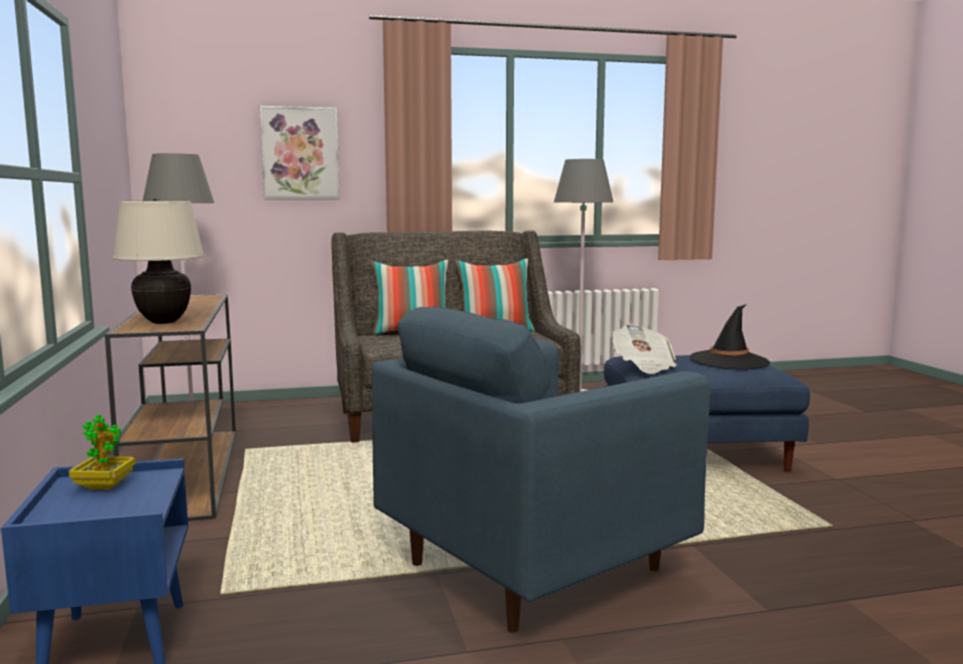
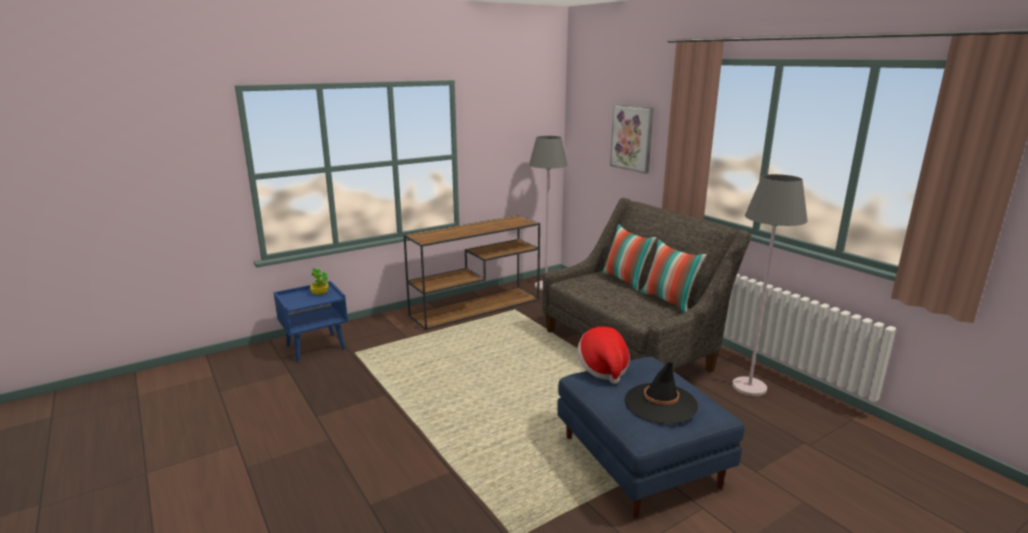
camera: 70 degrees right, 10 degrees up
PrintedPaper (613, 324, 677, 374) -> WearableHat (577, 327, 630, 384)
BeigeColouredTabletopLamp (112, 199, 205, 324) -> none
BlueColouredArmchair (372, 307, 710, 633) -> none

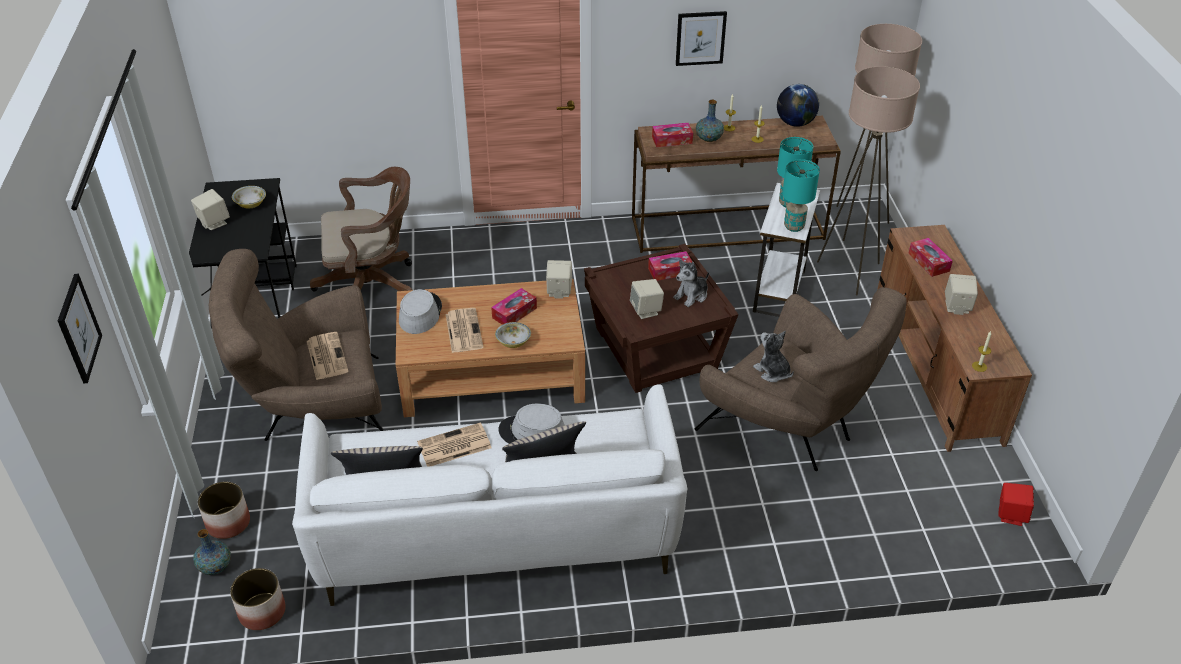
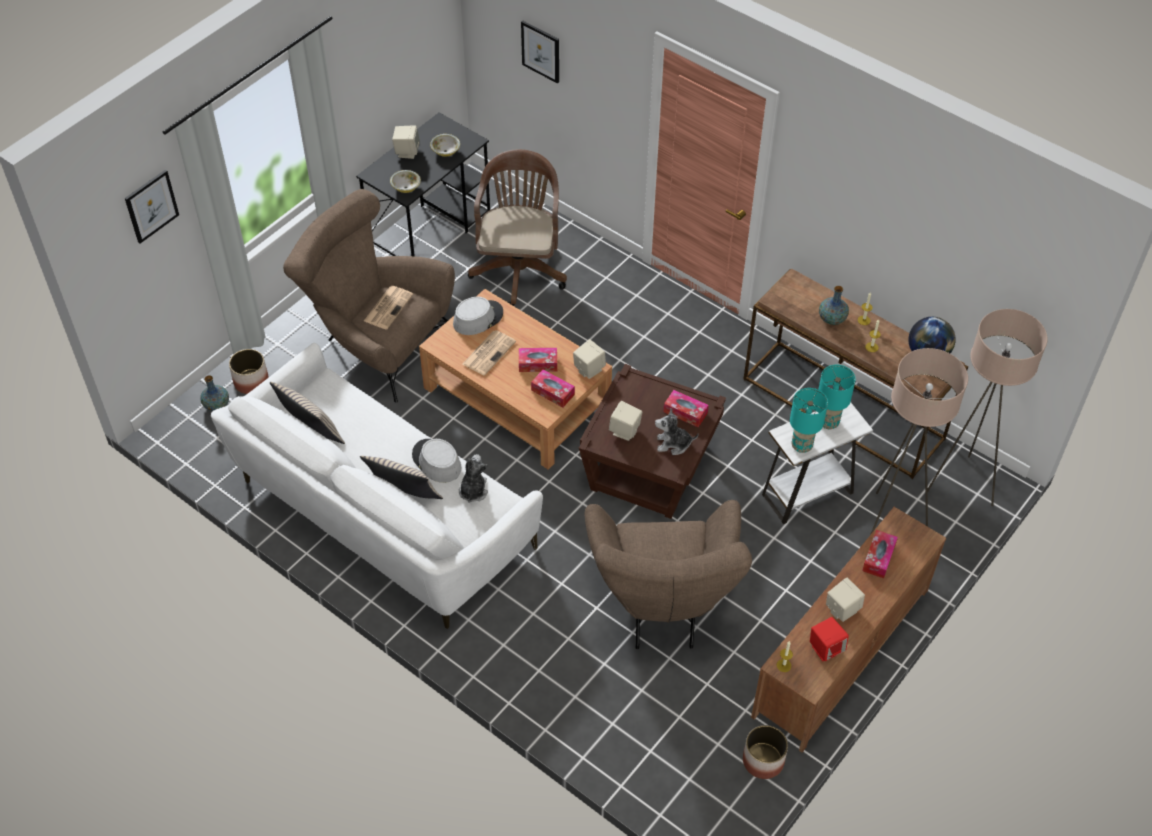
camera: 45 degrees right, 10 degrees up
ServingBowl (495, 322, 531, 348) -> ServingBowl (390, 170, 421, 193), relocated
SoftToy (753, 331, 794, 382) -> SoftToy (459, 454, 488, 503), relocated
BrownOfficeChair (310, 167, 412, 292) -> BrownOfficeChair (468, 149, 567, 306), 120 degrees counterclockwise
Picture (676, 11, 727, 66) -> Picture (521, 21, 559, 84), relocated
TissueBox (652, 123, 693, 147) -> TissueBox (531, 369, 575, 408), relocated
Planter (230, 568, 286, 630) -> Planter (743, 725, 788, 779), relocated
RedAudioSpeaker (999, 483, 1034, 526) -> RedAudioSpeaker (810, 617, 849, 661), relocated
PrintedPaper (417, 423, 492, 467) -> none

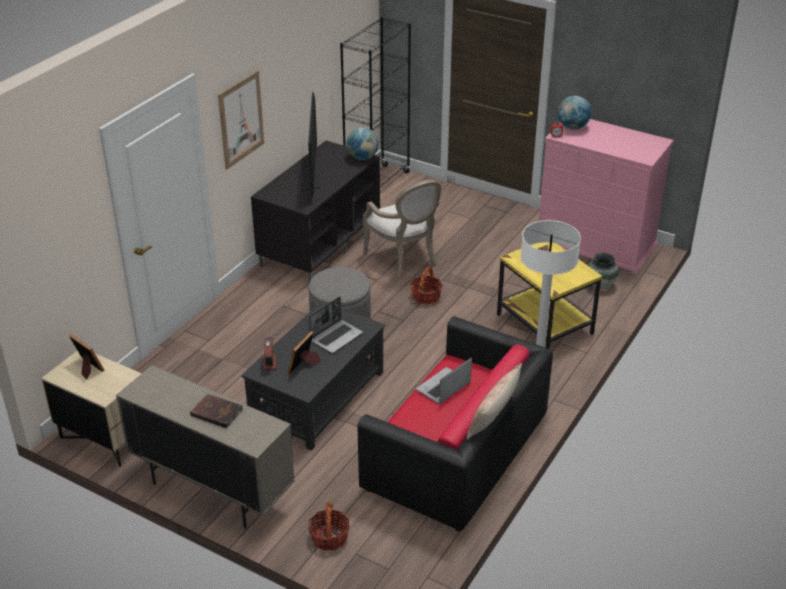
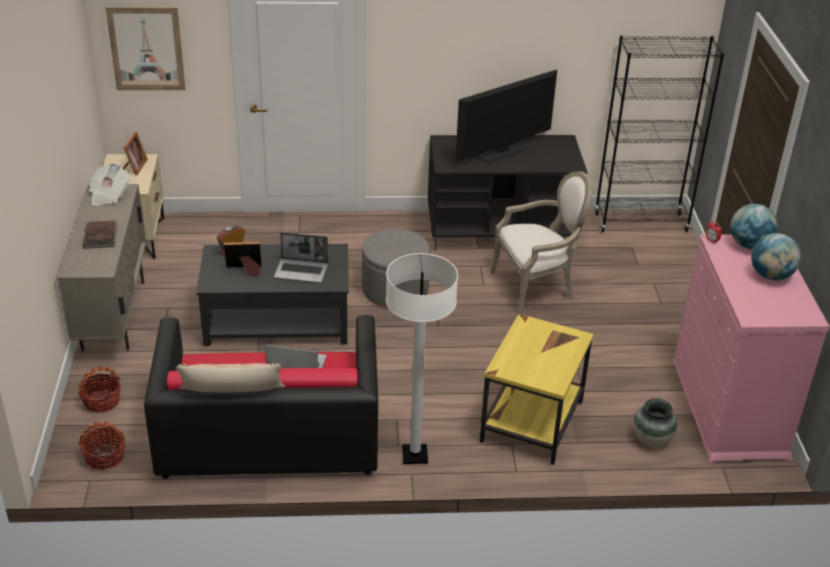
camera: 55 degrees right, 0 degrees up
Basket (411, 267, 443, 305) -> Basket (78, 422, 126, 470), relocated
none -> PrintedPaper (89, 163, 130, 205)
Picture (218, 70, 264, 170) -> Picture (106, 7, 185, 90), relocated
Armchair (363, 179, 441, 278) -> Armchair (490, 171, 593, 316), 135 degrees counterclockwise
Globe (346, 127, 379, 160) -> Globe (751, 233, 801, 281), relocated

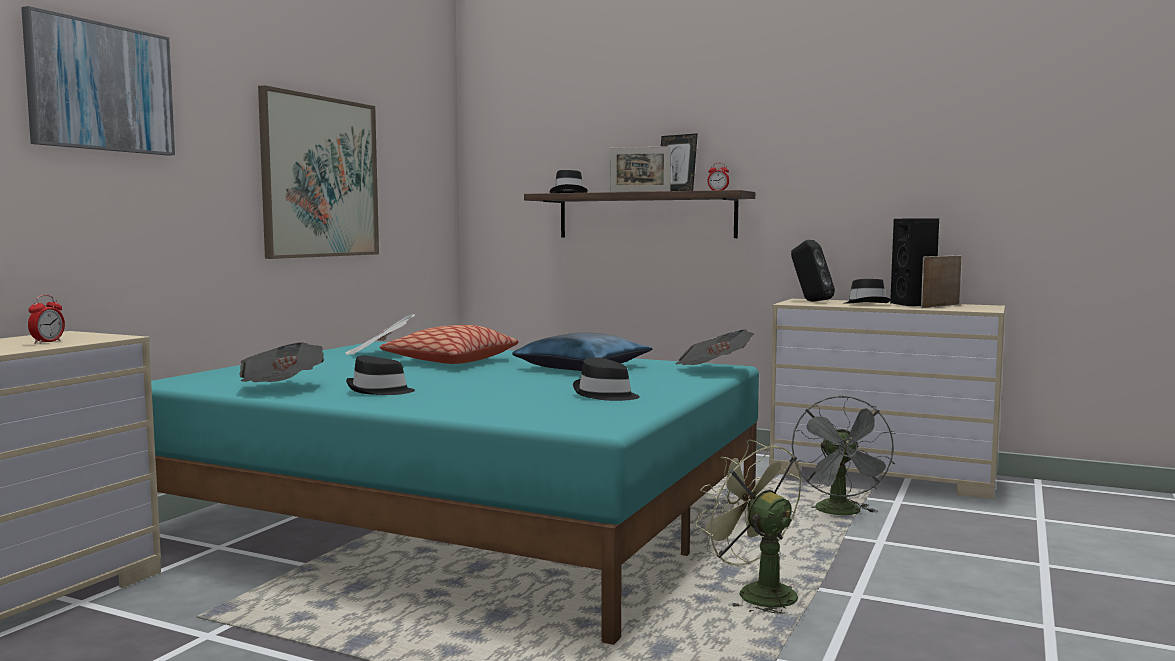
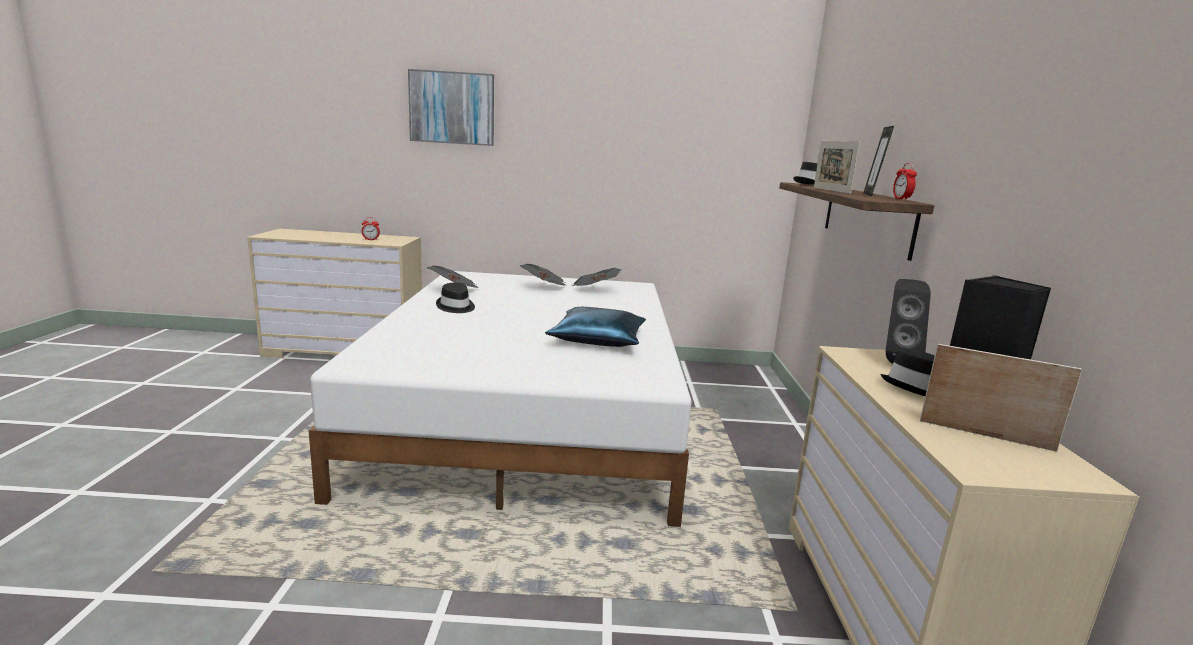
camera: 65 degrees right, 10 degrees up
TurquoiseColouredBedroomBed (151, 341, 759, 645) -> WhitishBedroomBed (308, 271, 692, 527)
PrintedPaper (675, 329, 754, 365) -> PrintedPaper (520, 264, 566, 285), relocated
Picture (258, 85, 379, 259) -> none
Pillow (380, 325, 519, 364) -> none
BlackishWearableHat (573, 357, 640, 401) -> none
GreenColouredCoolingFan (695, 440, 802, 614) -> none
GrayCoolingFan (792, 395, 895, 515) -> none

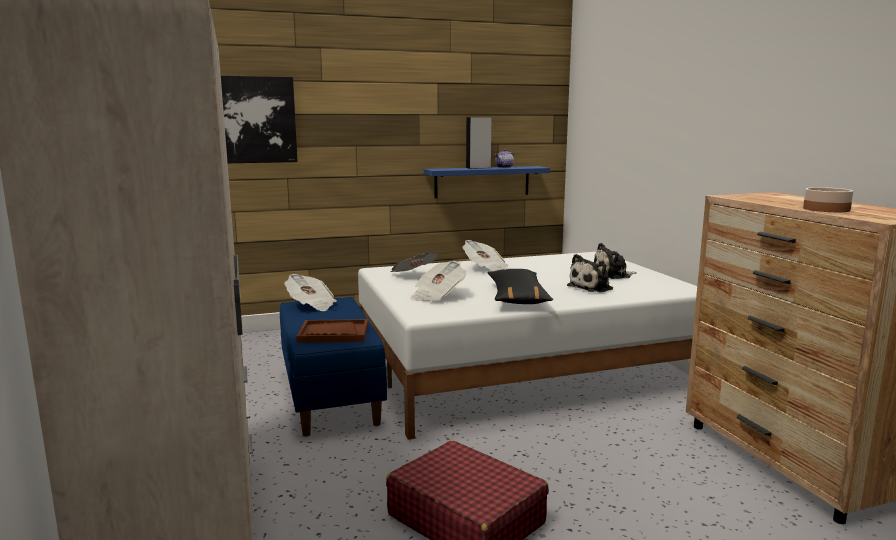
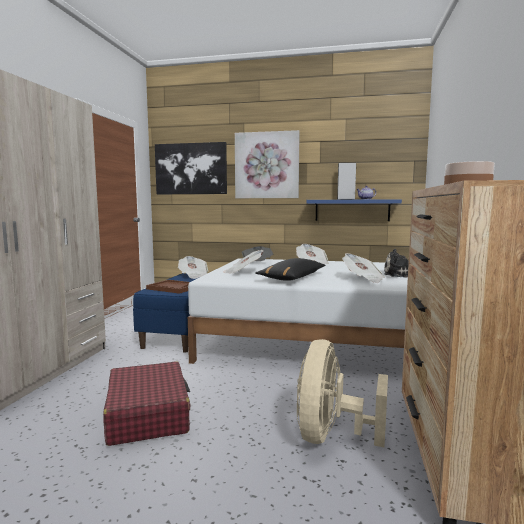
camera: 30 degrees right, 5 degrees down
none -> Picture (235, 130, 300, 198)
none -> BeigeColouredCoolingFan (297, 339, 388, 447)
SoftToy (567, 254, 613, 293) -> PrintedPaper (342, 253, 385, 283)

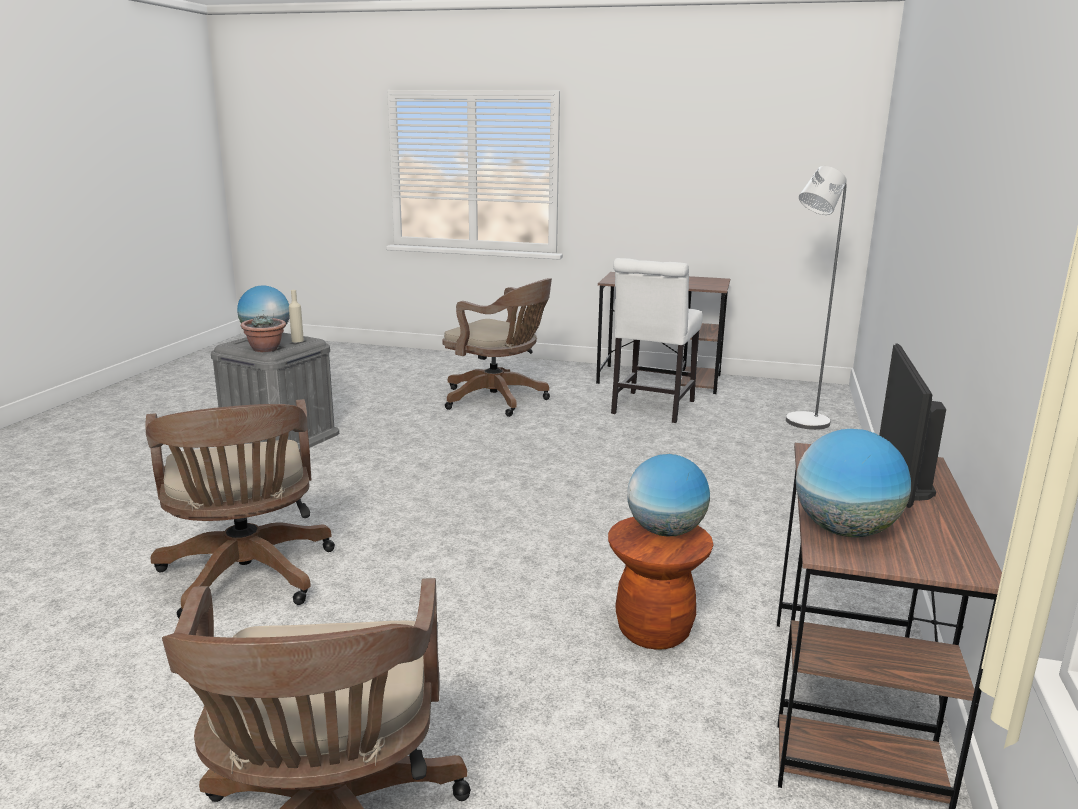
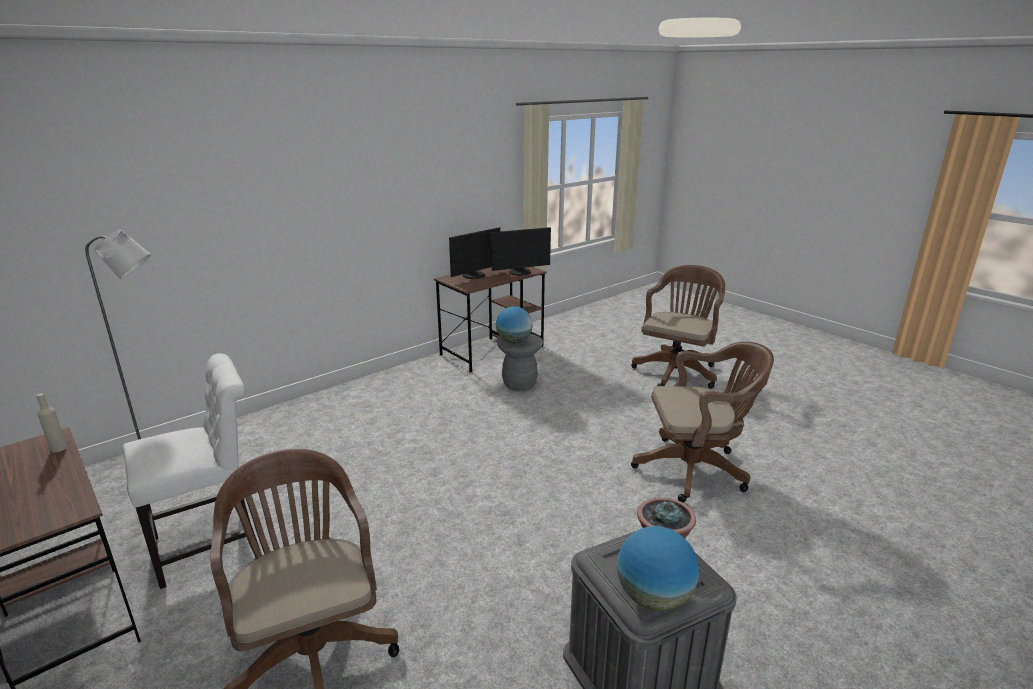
camera: 145 degrees left, 5 degrees up
BeigeColouredDrinkBottle (289, 290, 304, 342) -> BeigeColouredDrinkBottle (36, 393, 67, 452), relocated
Globe (796, 429, 911, 537) -> ComputerScreen (491, 227, 551, 276)
BrownStool (608, 517, 713, 650) -> GrayStool (497, 334, 543, 391)
BrownOfficeChair (146, 399, 335, 618) -> BrownOfficeChair (631, 342, 774, 503), 75 degrees clockwise

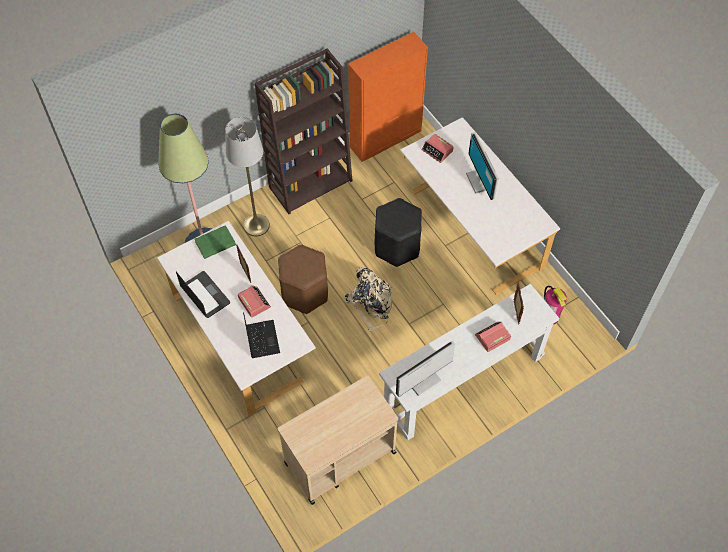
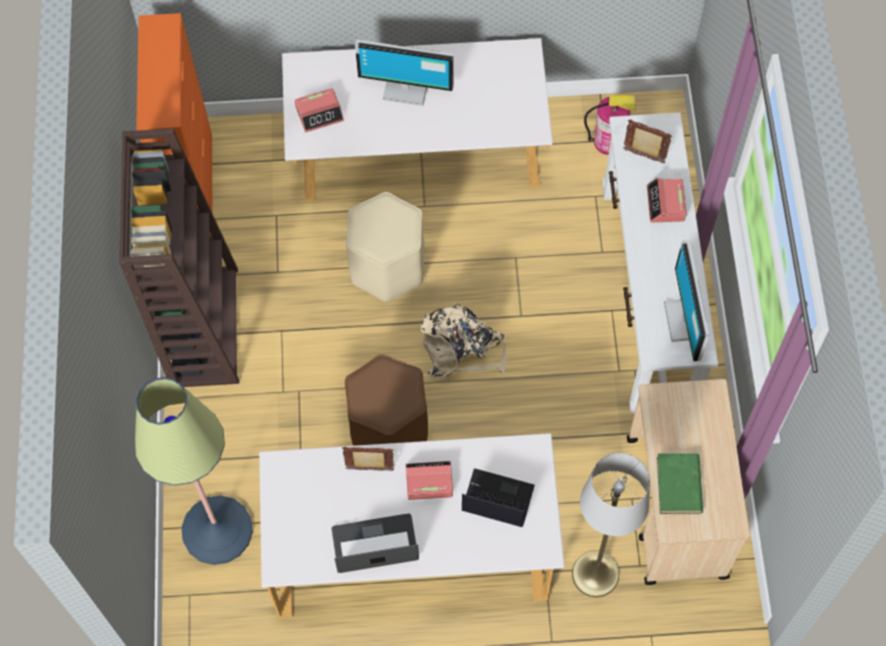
camera: 60 degrees left, 5 degrees up
BlackishStool (375, 198, 422, 267) -> BeigeColouredStool (346, 192, 424, 302)
GrayStandardLamp (225, 117, 270, 236) -> GrayStandardLamp (572, 453, 650, 597), relocated
GreenColouredBook (194, 225, 236, 259) -> GreenColouredBook (657, 453, 703, 514), relocated

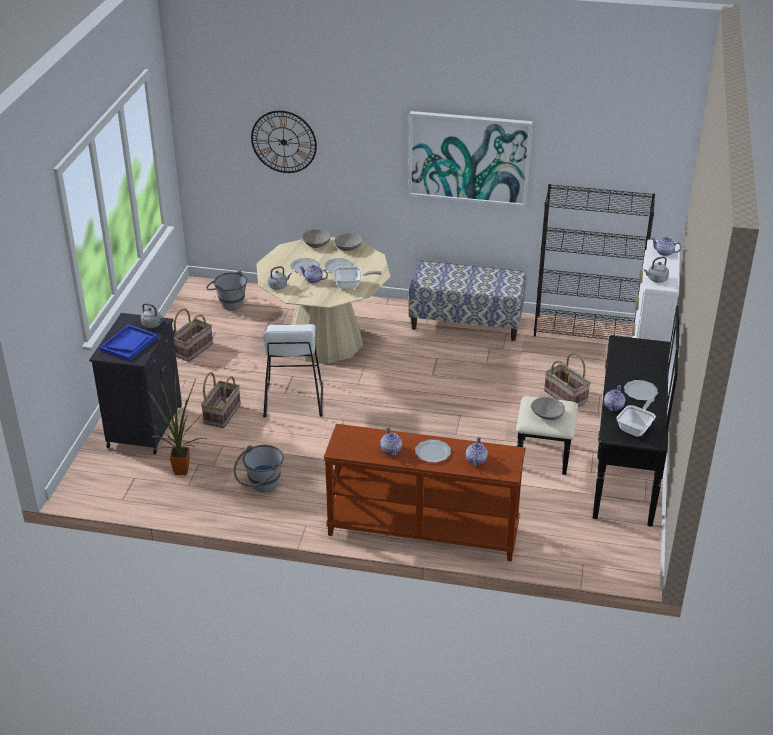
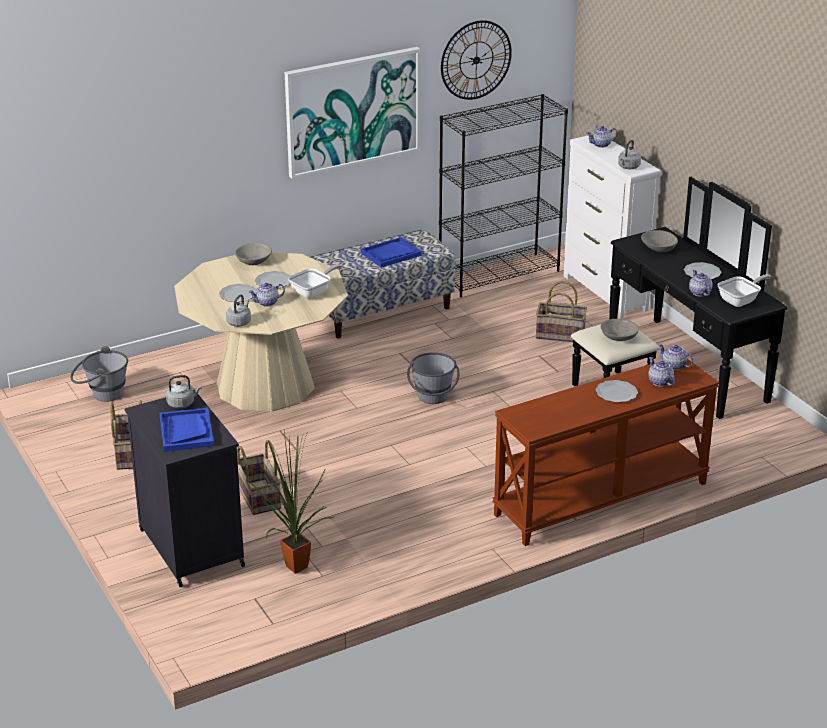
camera: 40 degrees left, 5 degrees down
none -> BlueColouredServingTray (361, 237, 421, 268)
GrayBucket (234, 445, 284, 492) -> GrayBucket (407, 352, 460, 404), relocated
WallClock (251, 111, 317, 173) -> WallClock (441, 20, 512, 100), relocated
GrayServingBowl (302, 229, 331, 248) -> GrayServingBowl (641, 230, 678, 252), relocated
PotForTea (380, 427, 402, 456) -> PotForTea (658, 344, 694, 370), relocated
Skillet (617, 397, 656, 437) -> Skillet (717, 274, 771, 307), 60 degrees clockwise
WhitishStool (263, 324, 323, 417) -> none

